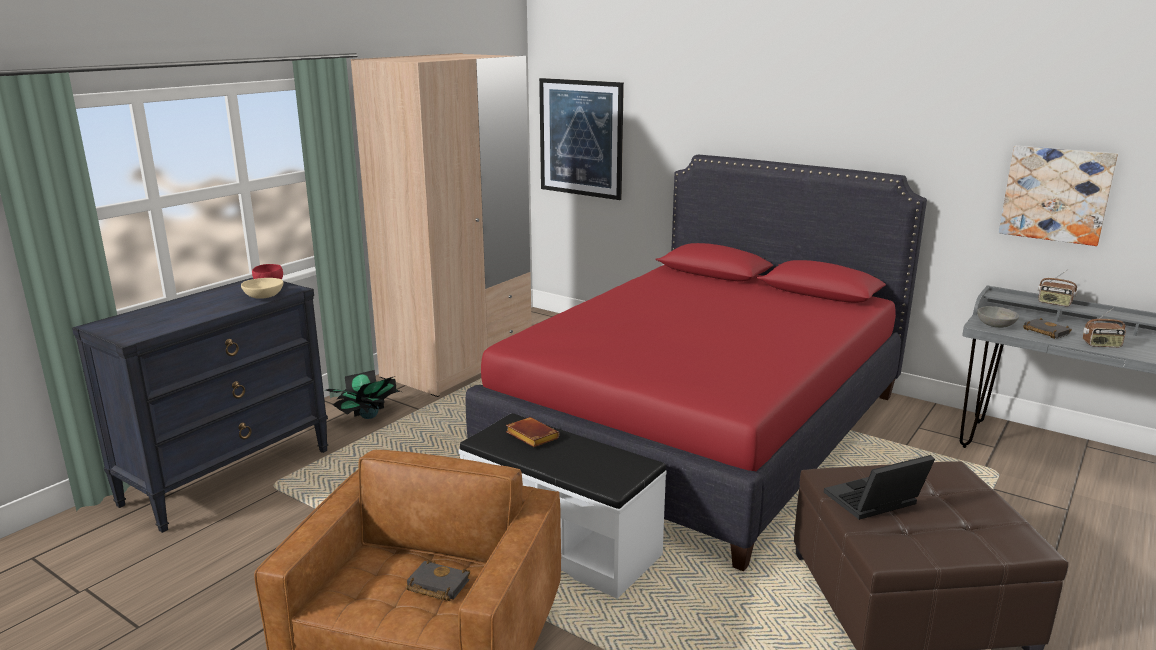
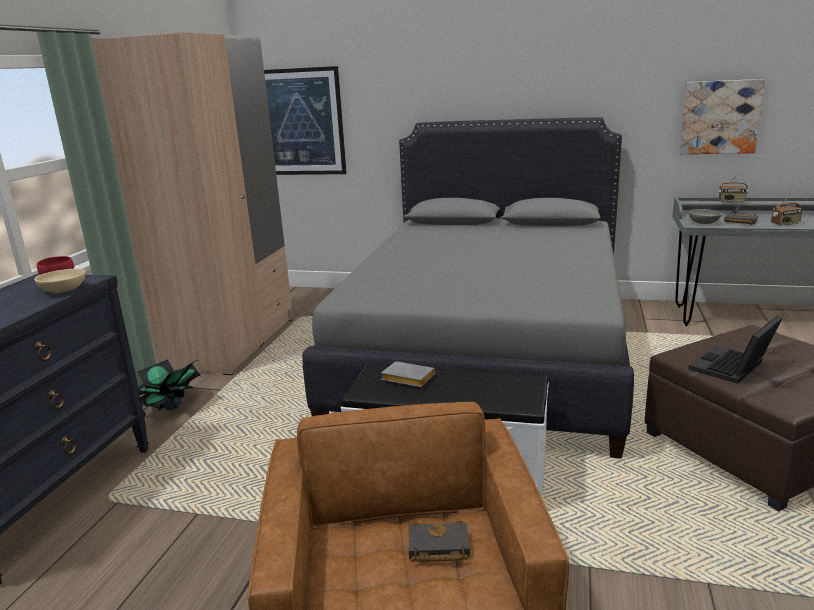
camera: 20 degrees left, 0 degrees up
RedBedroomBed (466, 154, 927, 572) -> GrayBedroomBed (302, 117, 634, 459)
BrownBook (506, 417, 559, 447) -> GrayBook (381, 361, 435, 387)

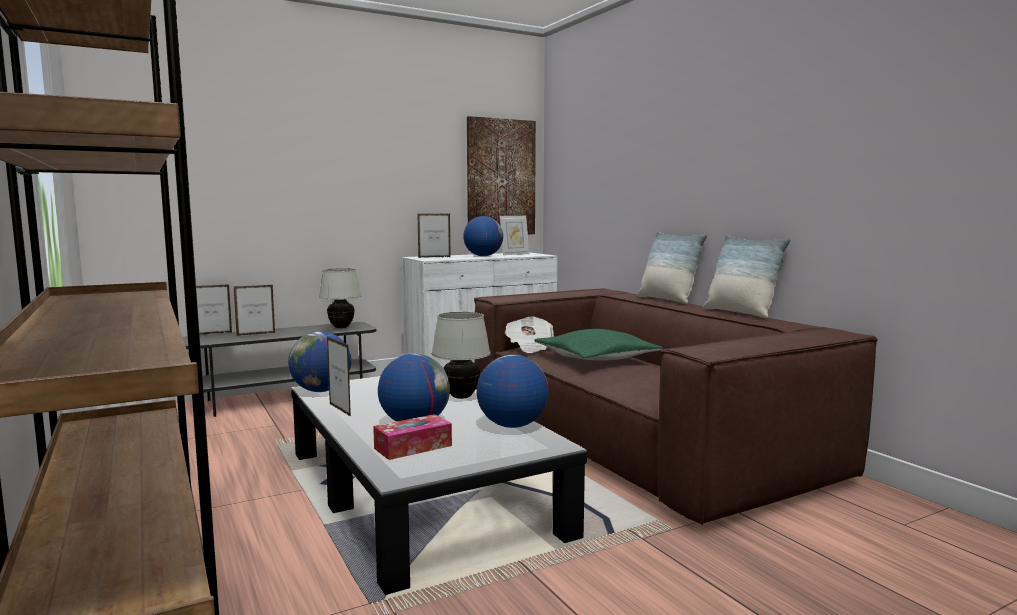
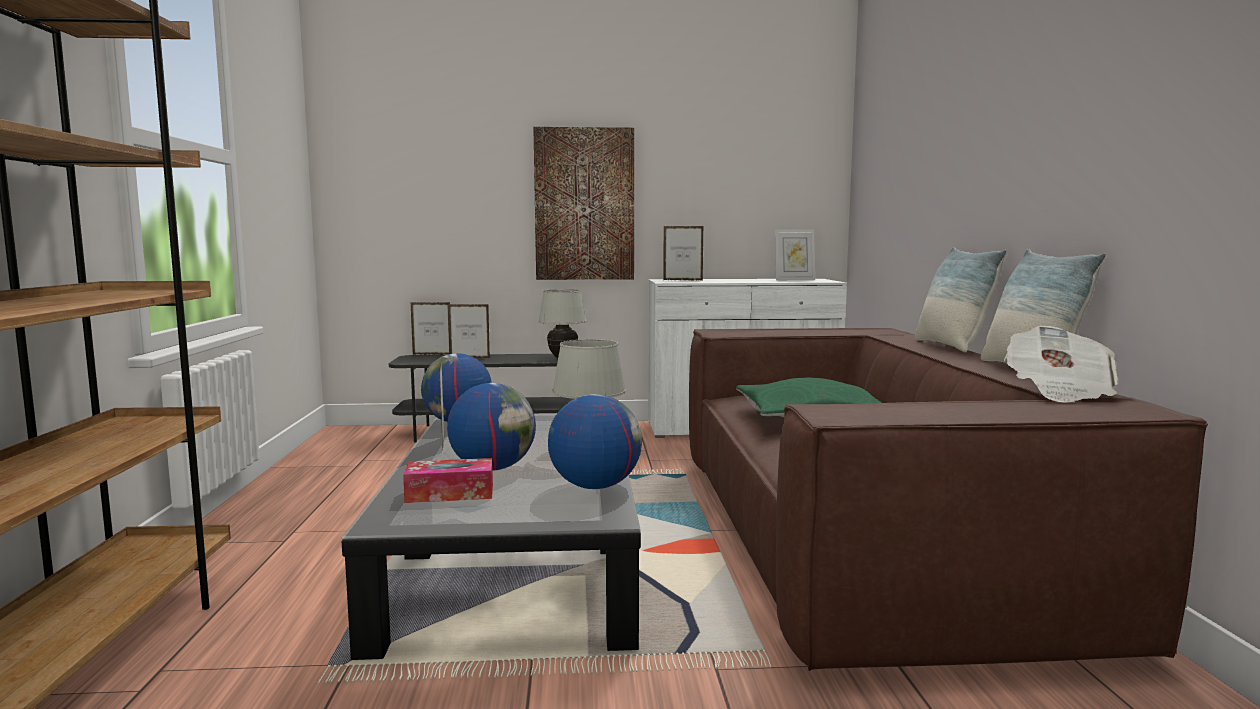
camera: 25 degrees right, 0 degrees up
Picture (467, 116, 536, 234) -> Picture (533, 127, 634, 280), relocated
PrintedPaper (505, 316, 554, 353) -> PrintedPaper (1004, 326, 1118, 402), relocated
Globe (463, 216, 503, 256) -> none

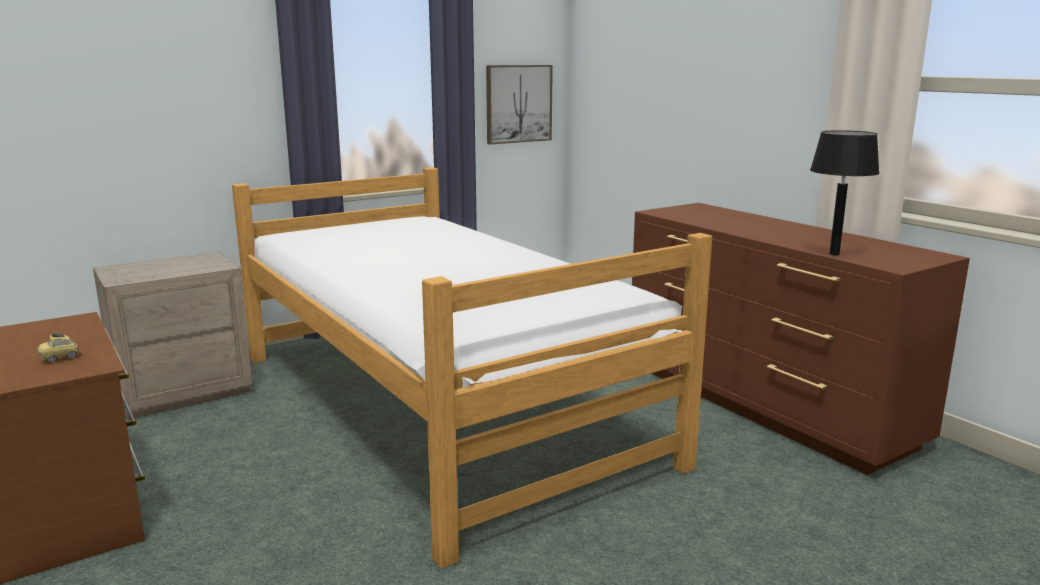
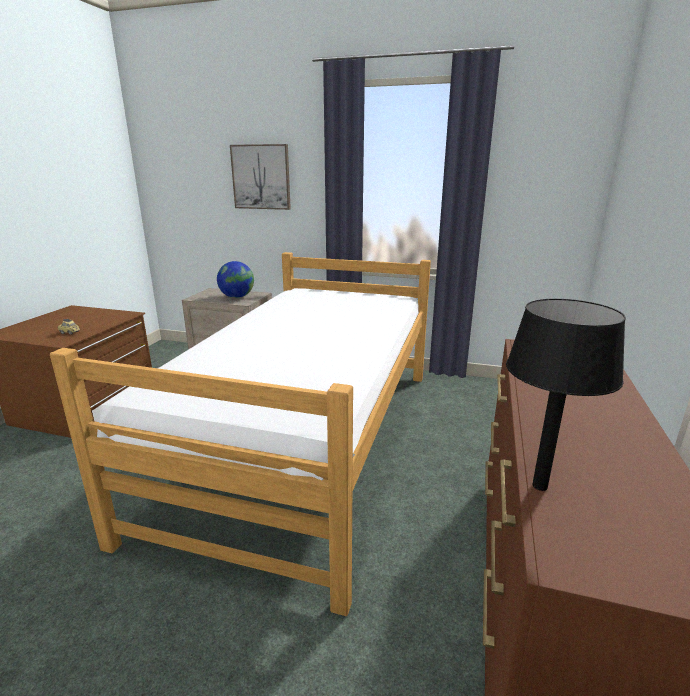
camera: 50 degrees right, 5 degrees up
none -> Globe (217, 261, 254, 298)
Picture (486, 65, 553, 144) -> Picture (230, 144, 291, 210), relocated

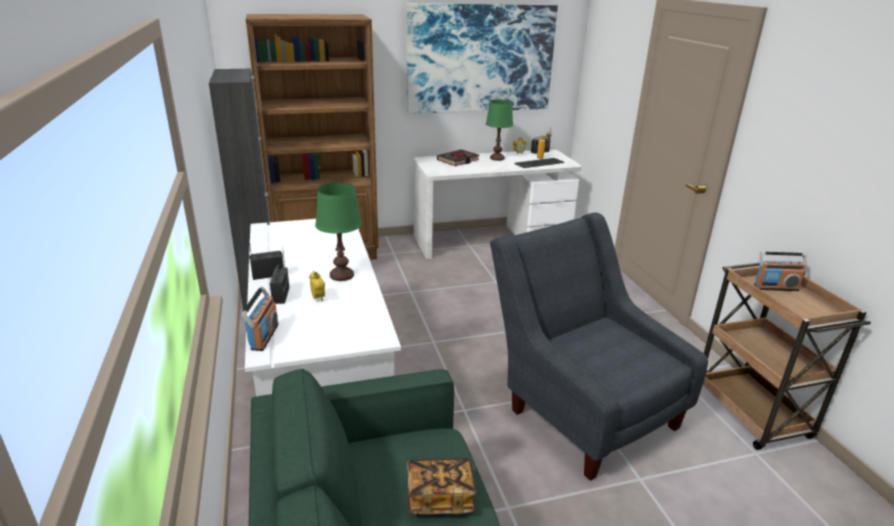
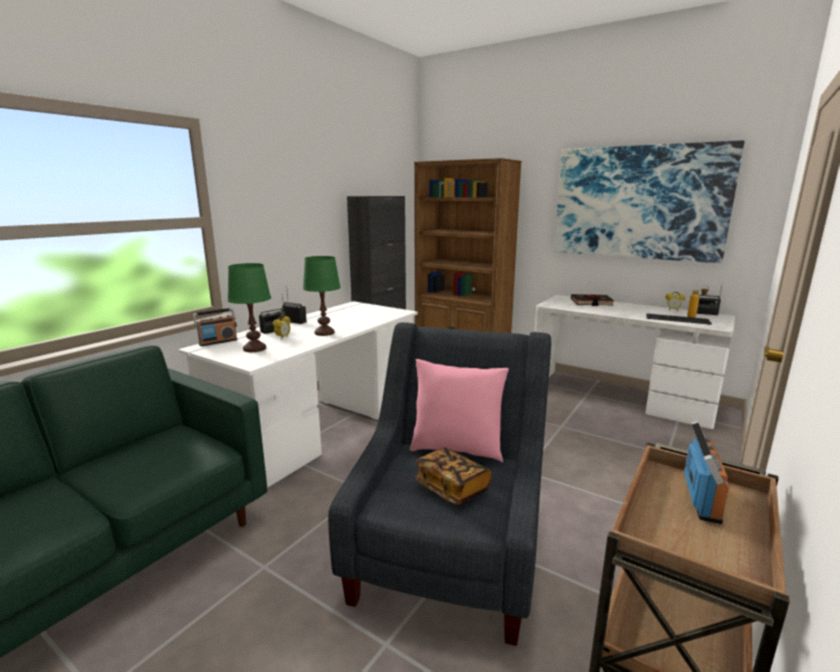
camera: 50 degrees right, 10 degrees down
GreenColouredTabletopLamp (486, 100, 513, 161) -> GreenColouredTabletopLamp (227, 263, 271, 352), relocated
none -> PinkishPillow (410, 359, 509, 462)
Book (407, 458, 476, 514) -> Book (414, 448, 492, 505), relocated
RadioReceiver (754, 252, 806, 291) -> RadioReceiver (684, 421, 730, 524), 120 degrees counterclockwise

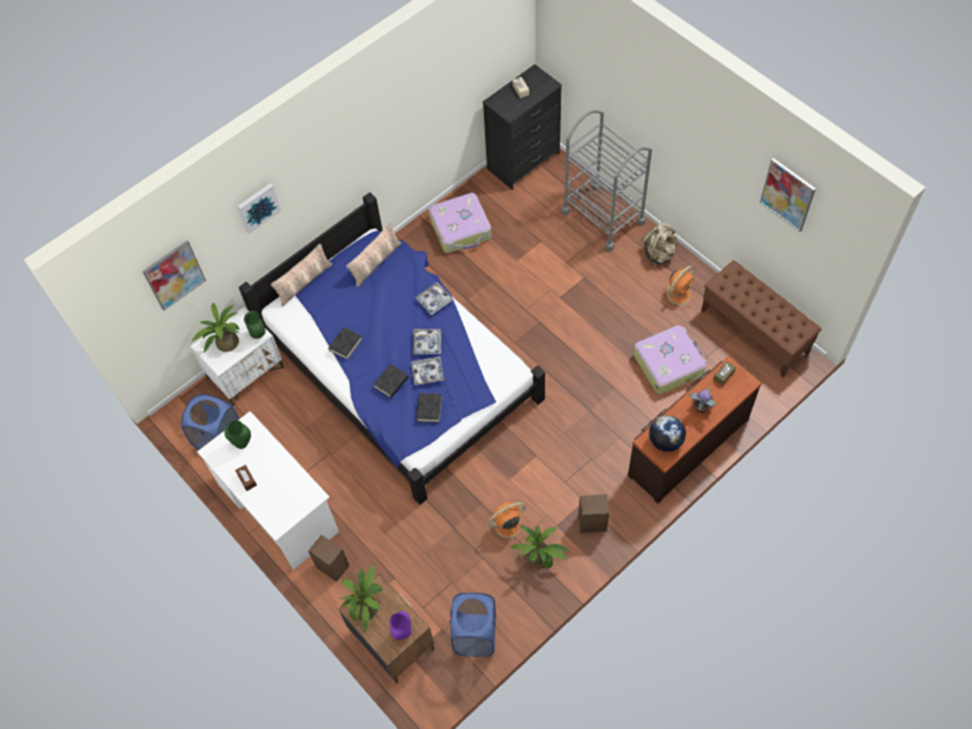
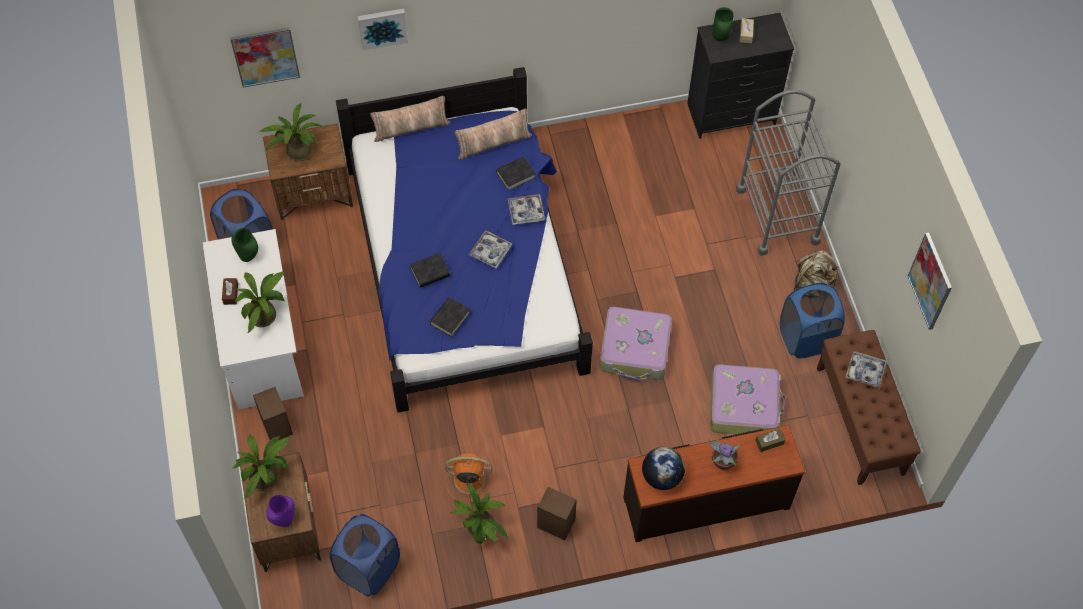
camera: 25 degrees right, 0 degrees up
none -> PottedPlant (235, 272, 285, 333)
WhitishBedsideTable (190, 307, 284, 407) -> BrownBedsideTable (263, 123, 353, 220)
BlackishBook (328, 327, 362, 360) -> BlackishBook (496, 157, 536, 191), relocated
Suitcase (428, 193, 492, 253) -> Suitcase (600, 307, 672, 382), relocated
GreenColouredDecorativeVase (244, 311, 266, 339) -> GreenColouredDecorativeVase (712, 7, 734, 42), relocated
OrangeCoolingFan (661, 266, 698, 309) -> BlueColouredHamper (780, 283, 845, 359)
ServingTray (411, 357, 444, 385) -> ServingTray (845, 351, 887, 388), relocated

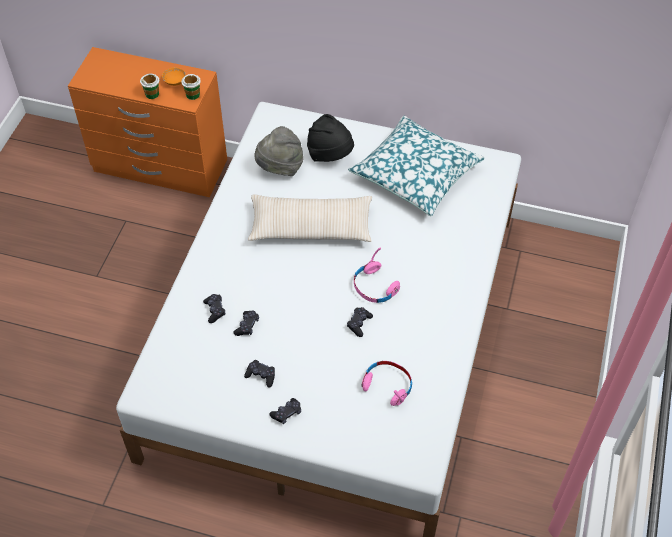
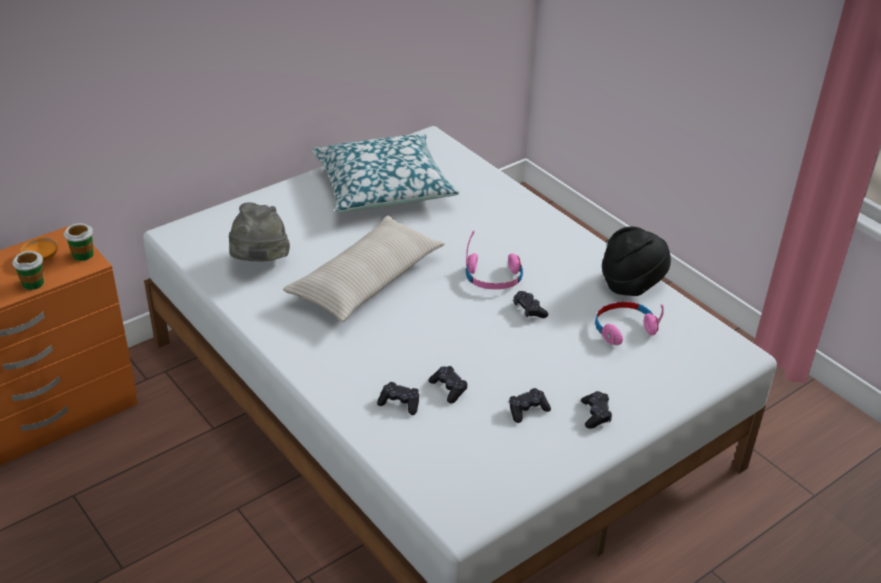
camera: 55 degrees left, 15 degrees down
BlackishWearableHat (307, 114, 354, 162) -> BlackishWearableHat (602, 226, 671, 296), relocated

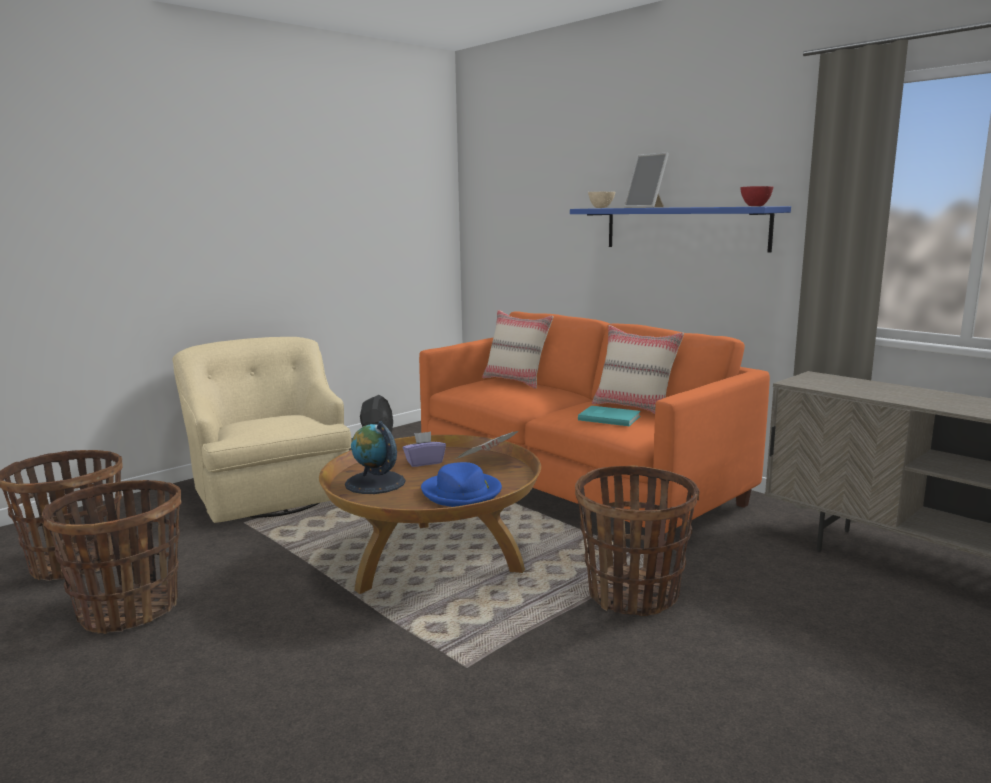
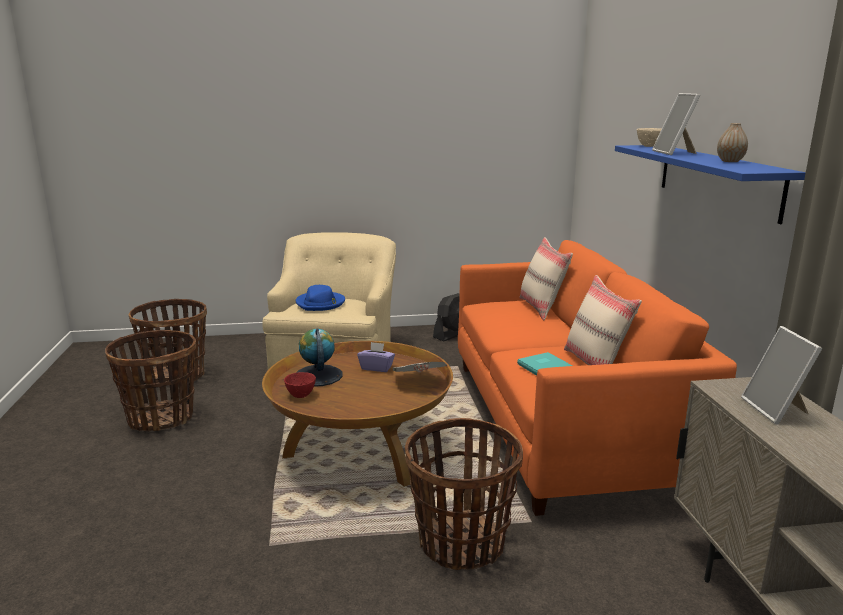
camera: 35 degrees right, 5 degrees up
RedServingBowl (740, 186, 773, 206) -> RedServingBowl (284, 372, 316, 398), relocated
BlueColouredWearableHat (421, 462, 502, 507) -> BlueColouredWearableHat (296, 285, 345, 311), relocated
none -> DecorativeVase (717, 123, 748, 162)
none -> PhotoFrame (741, 326, 822, 425)

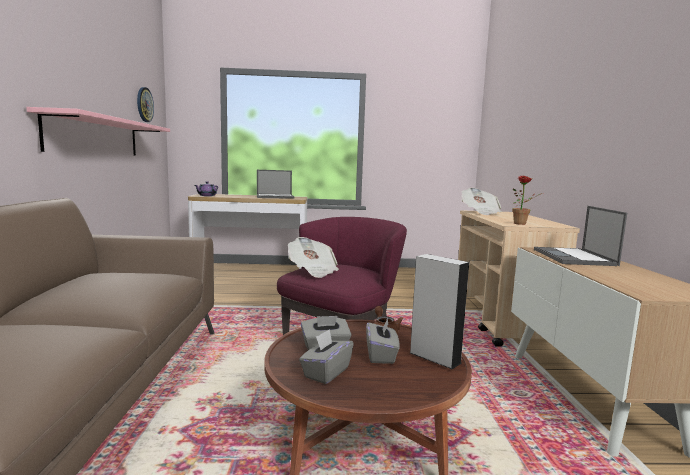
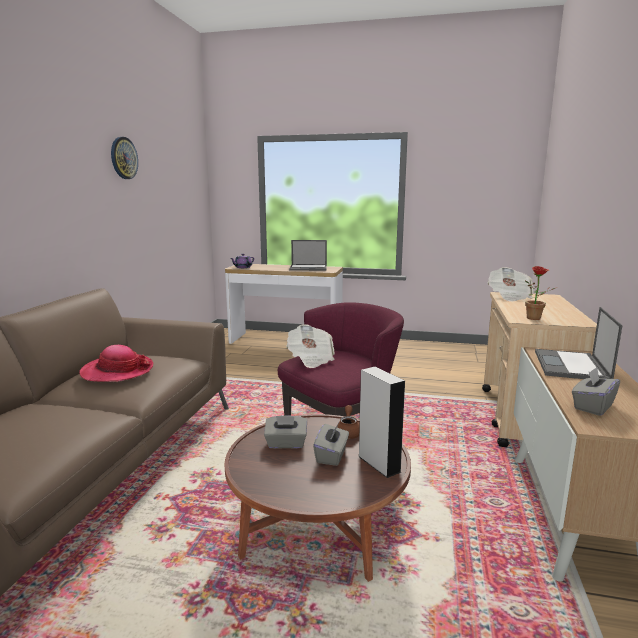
camera: 15 degrees right, 5 degrees up
none -> WearableHat (79, 345, 153, 382)
WallClock (137, 87, 154, 122) -> WallClock (111, 137, 138, 179), relocated
GrayTissueBox (299, 329, 354, 384) -> GrayTissueBox (572, 367, 620, 416), relocated
PinkishShelf (26, 107, 170, 156) -> none

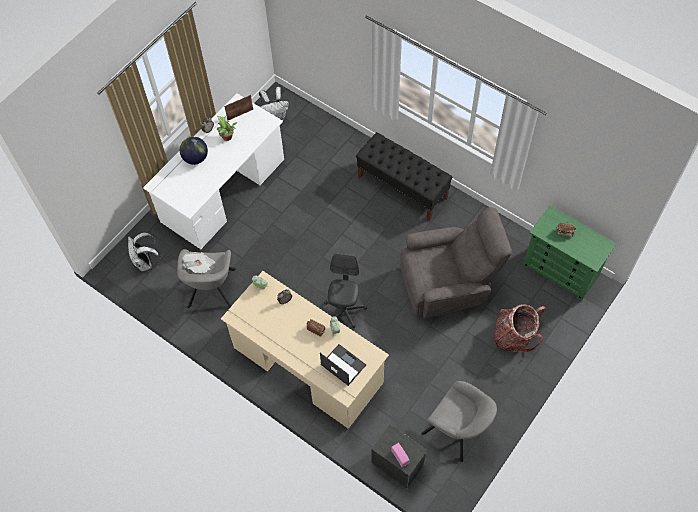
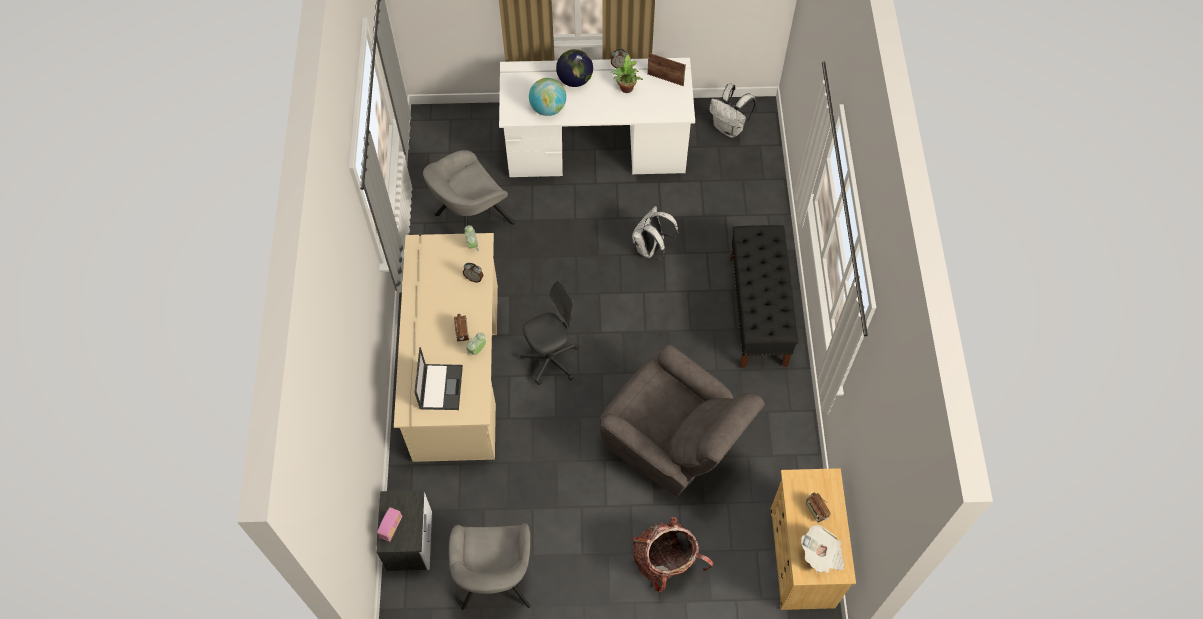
camera: 50 degrees right, 0 degrees up
none -> Globe (529, 78, 566, 116)
WhitishRucksack (128, 232, 160, 271) -> WhitishRucksack (632, 206, 679, 260), relocated
GreenColouredChestOfDrawers (523, 206, 617, 301) -> BeigeColouredChestOfDrawers (770, 468, 856, 610)
PrintedPaper (183, 252, 215, 273) -> PrintedPaper (801, 525, 844, 573), relocated

